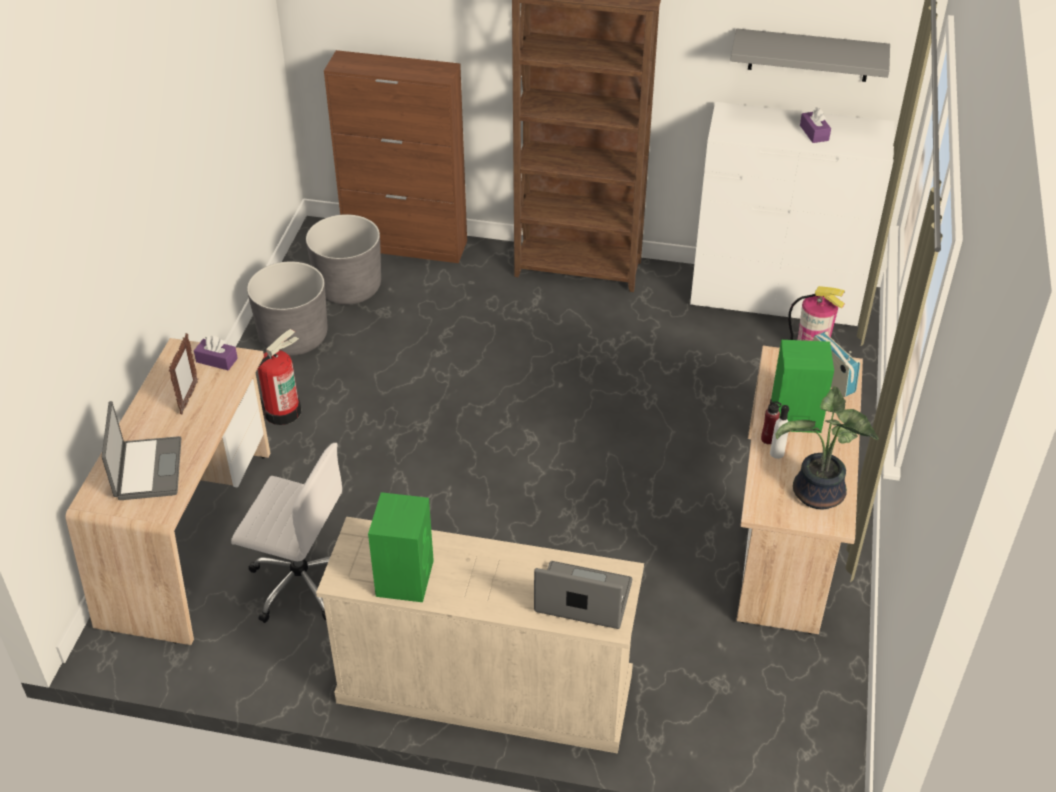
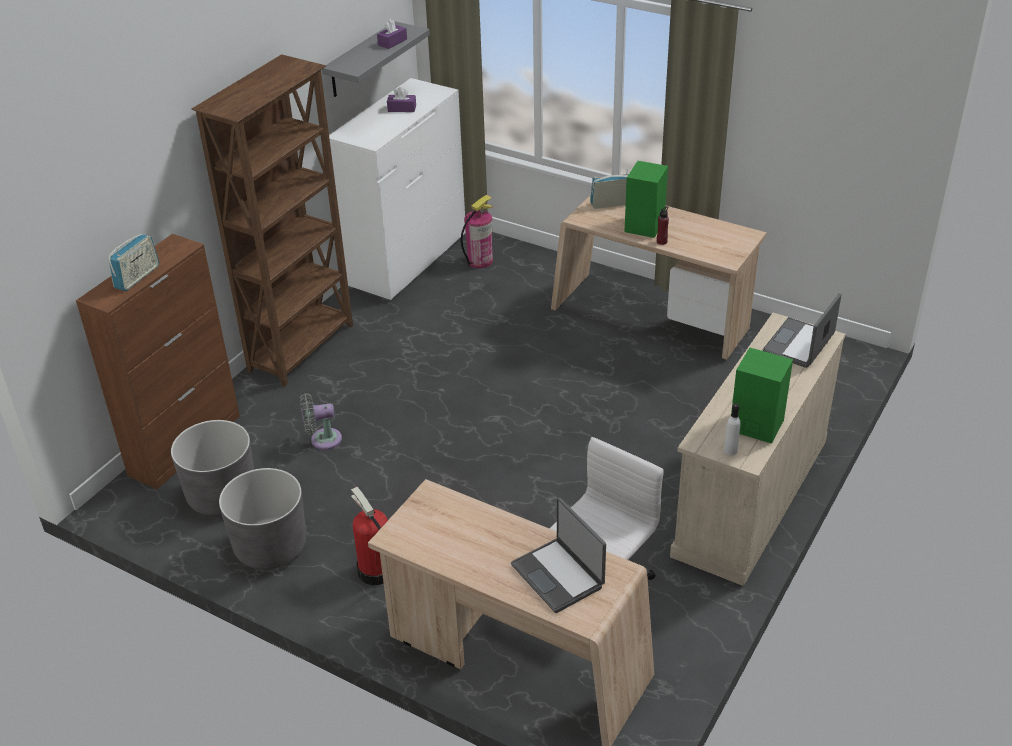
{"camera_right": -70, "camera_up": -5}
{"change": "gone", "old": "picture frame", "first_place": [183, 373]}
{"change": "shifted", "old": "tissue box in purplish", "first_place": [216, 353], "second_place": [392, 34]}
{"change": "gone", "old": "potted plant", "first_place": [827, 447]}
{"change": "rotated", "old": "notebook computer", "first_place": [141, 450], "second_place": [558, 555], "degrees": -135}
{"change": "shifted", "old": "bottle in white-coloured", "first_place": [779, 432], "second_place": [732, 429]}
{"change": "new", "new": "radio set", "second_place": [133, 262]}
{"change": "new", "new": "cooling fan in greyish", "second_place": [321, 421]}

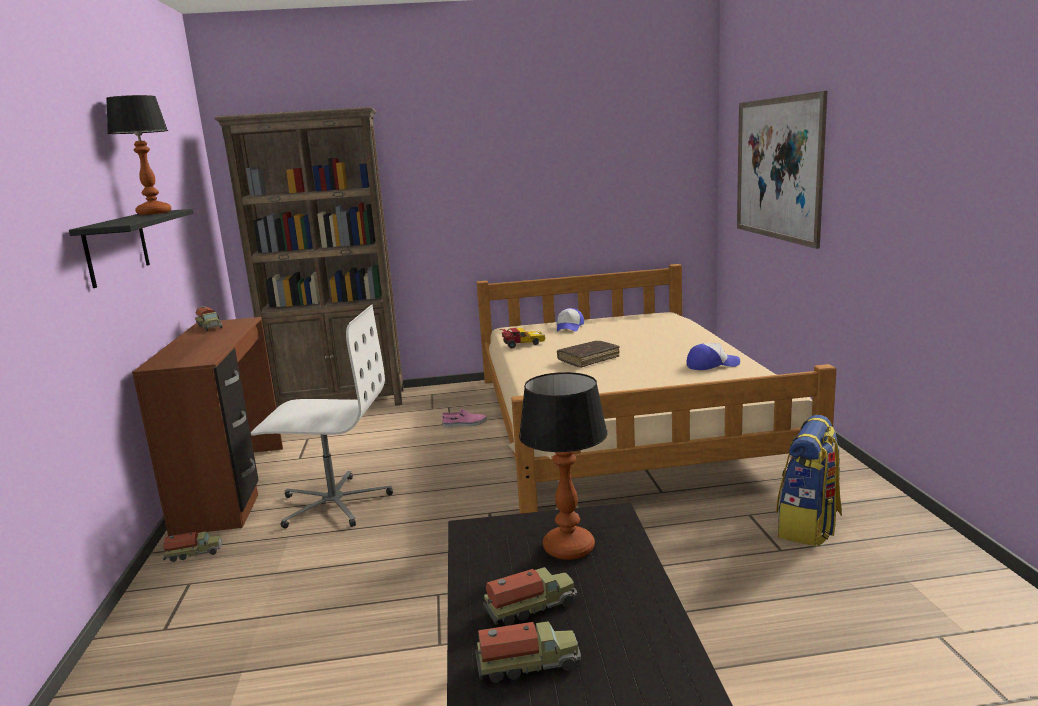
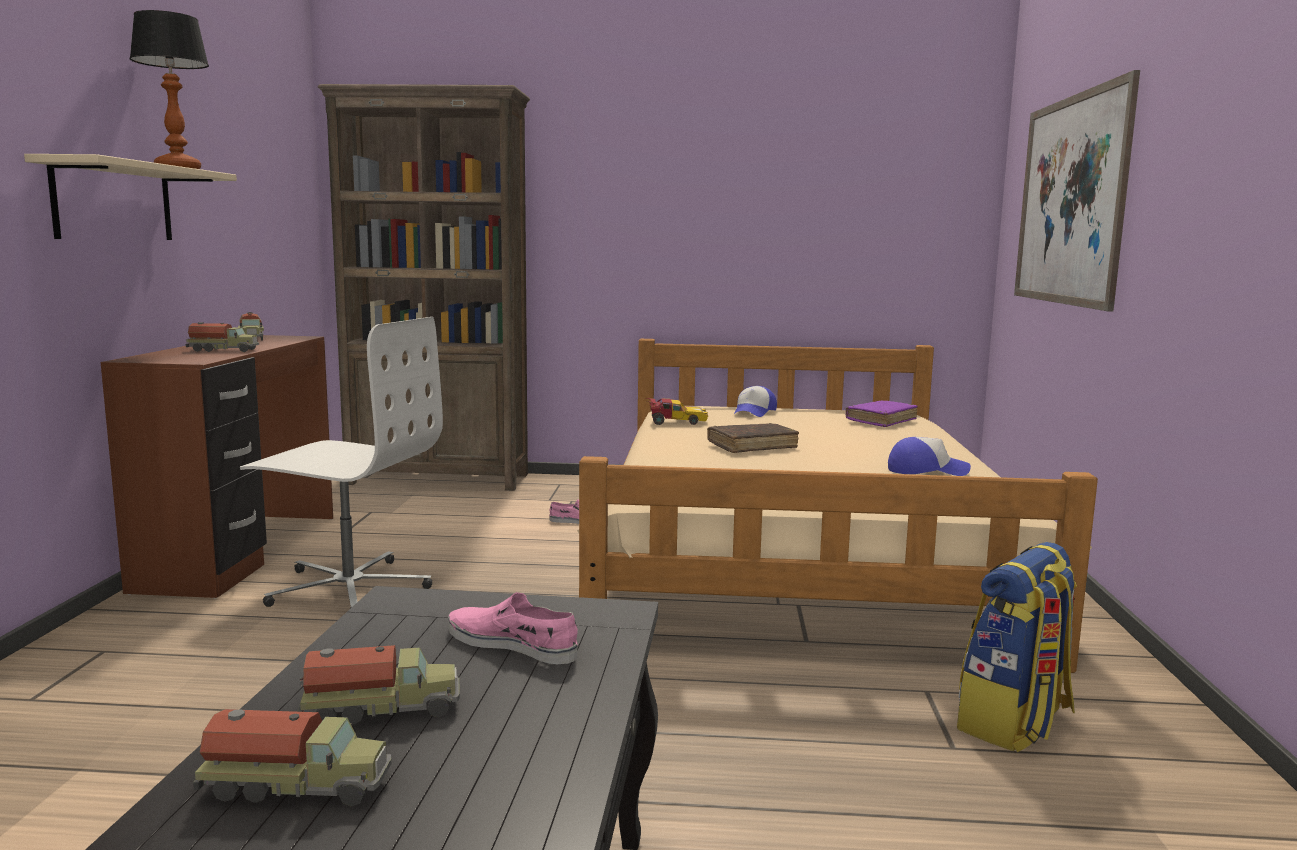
{"camera_right": 10, "camera_up": -5}
{"change": "repainted", "old": "shelf in black", "new": "shelf in sand-coloured", "first_place": [131, 248], "second_place": [130, 197]}
{"change": "swapped", "old": "table lamp", "new": "shoe in pink-coloured", "first_place": [563, 466], "second_place": [513, 628]}
{"change": "shifted", "old": "model truck", "first_place": [192, 546], "second_place": [222, 337]}
{"change": "new", "new": "bound book in purplish", "second_place": [882, 413]}

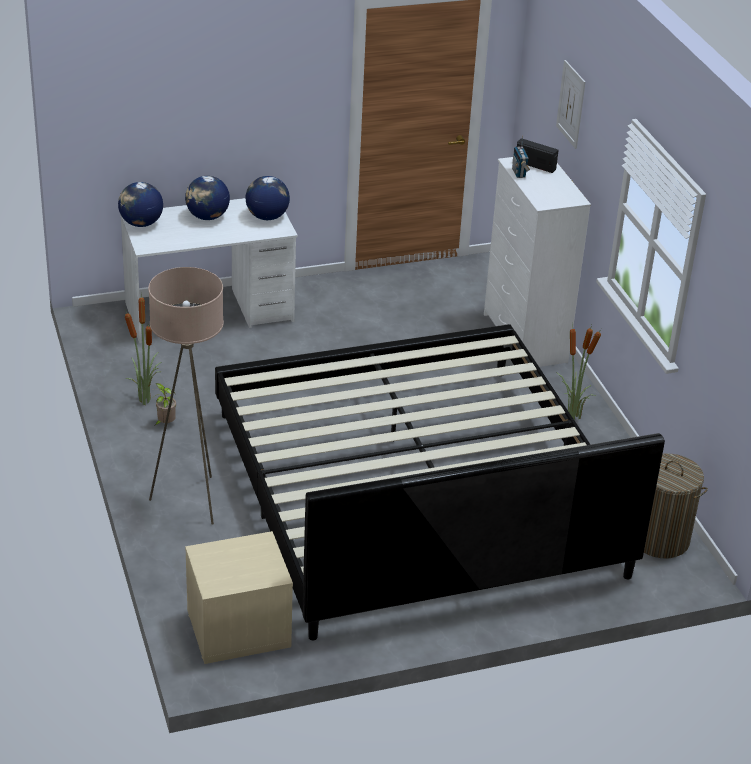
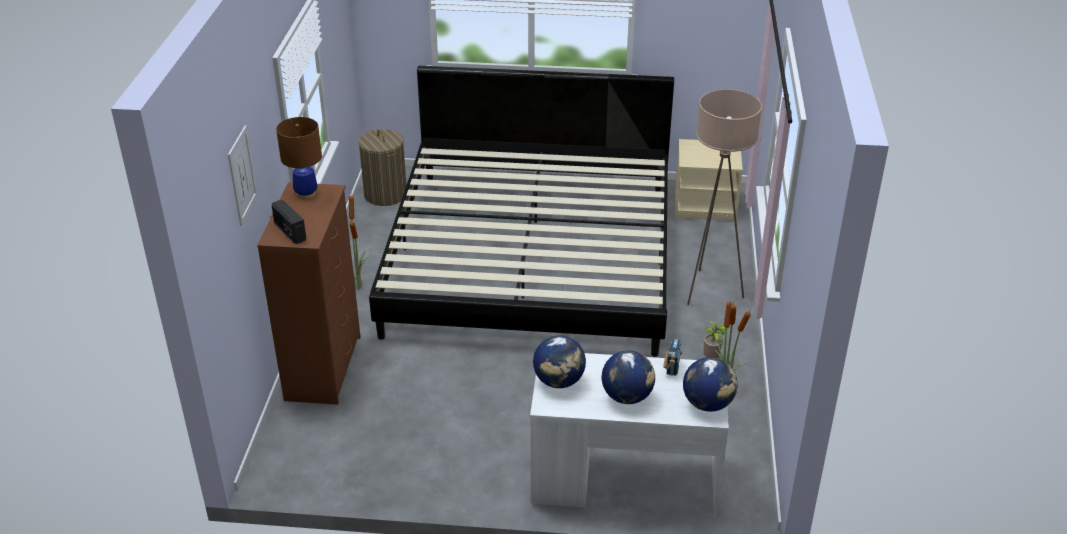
{"camera_right": -155, "camera_up": 0}
{"change": "shifted", "old": "radio set", "first_place": [521, 156], "second_place": [672, 357]}
{"change": "repainted", "old": "dresser in white-coloured", "new": "dresser in brown", "first_place": [537, 262], "second_place": [309, 293]}
{"change": "new", "new": "table lamp in brown", "second_place": [299, 158]}

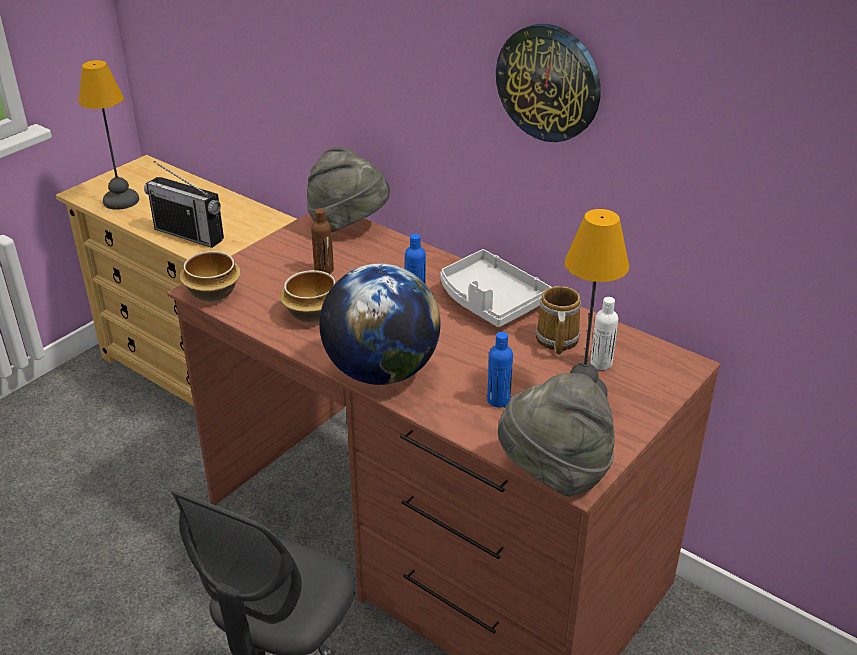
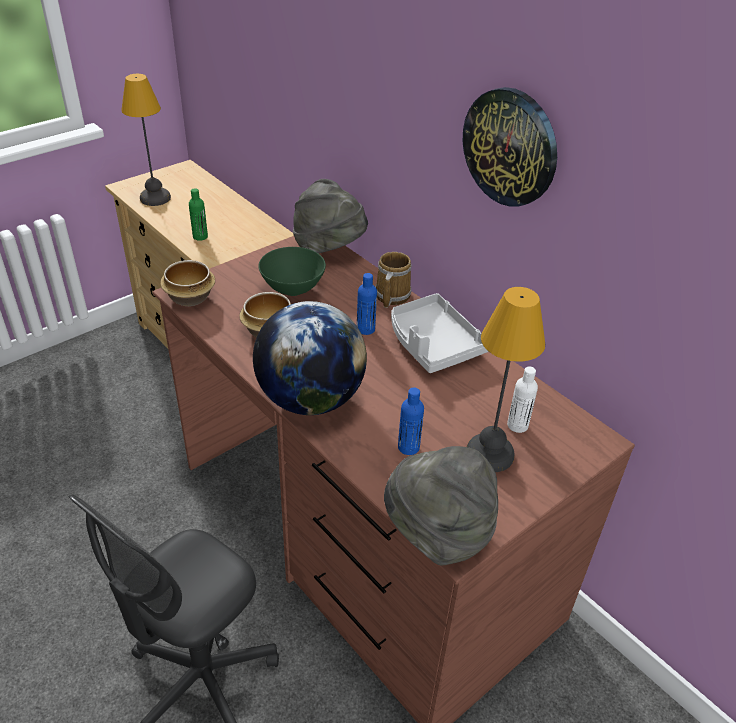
{"camera_right": 10, "camera_up": 5}
{"change": "swapped", "old": "radio set", "new": "bottle in green-coloured", "first_place": [184, 204], "second_place": [198, 214]}
{"change": "swapped", "old": "bottle in brown", "new": "deep dish in green-coloured", "first_place": [322, 241], "second_place": [292, 271]}
{"change": "shifted", "old": "tea mug", "first_place": [558, 320], "second_place": [393, 280]}

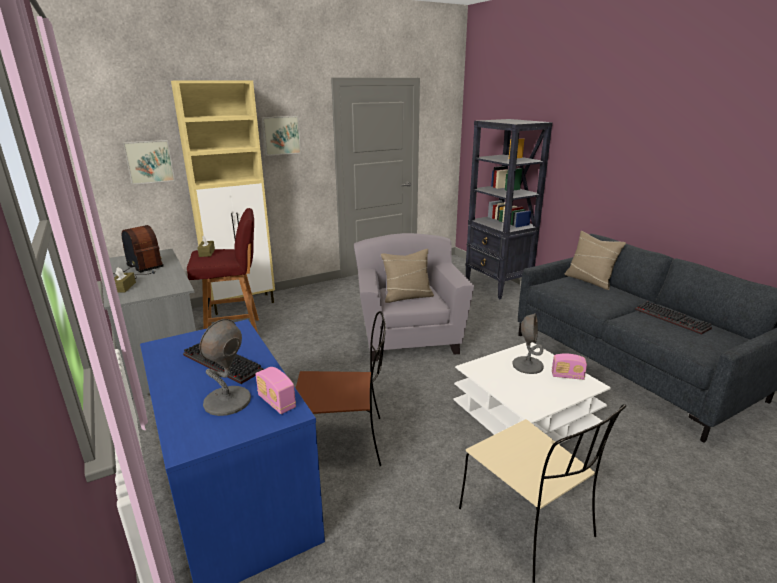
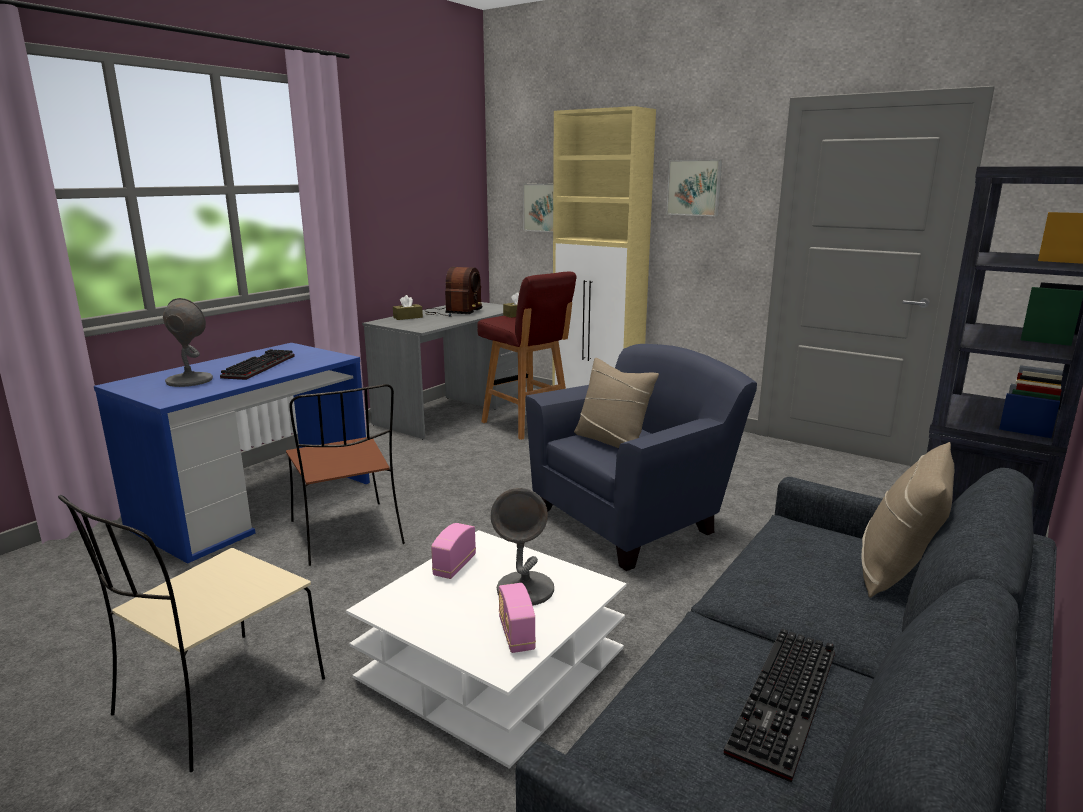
{"camera_right": 65, "camera_up": -5}
{"change": "repainted", "old": "armchair in greyish", "new": "armchair in blue-coloured", "first_place": [414, 297], "second_place": [641, 457]}
{"change": "shifted", "old": "radio set", "first_place": [276, 390], "second_place": [453, 551]}

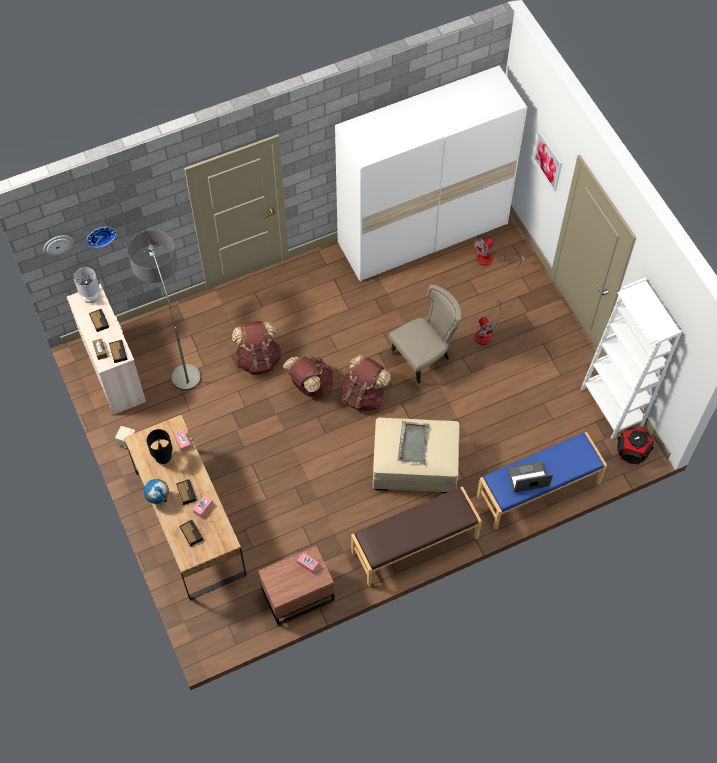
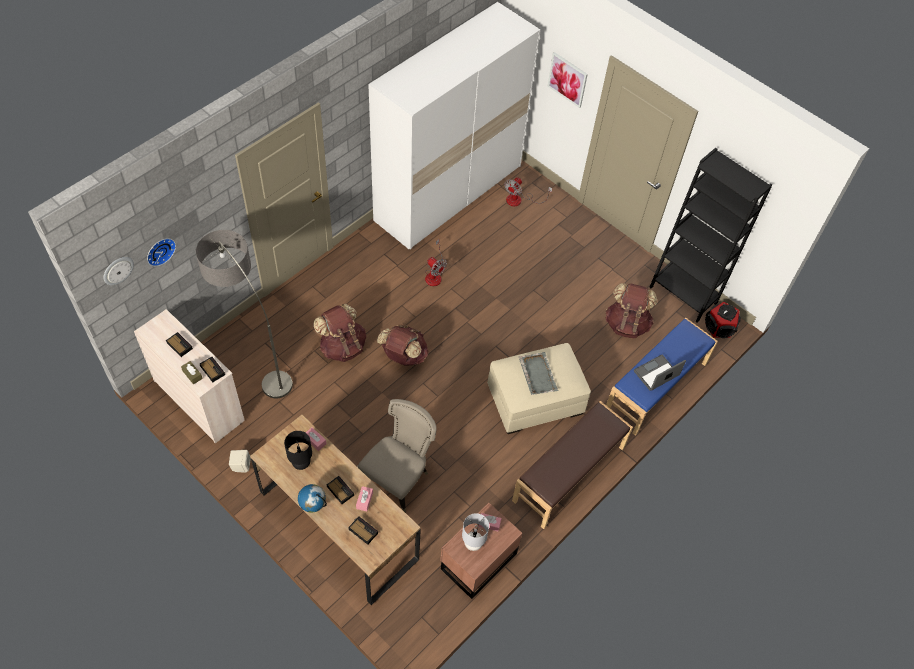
{"camera_right": -25, "camera_up": -5}
{"change": "shifted", "old": "table lamp in greyish", "first_place": [86, 285], "second_place": [475, 532]}
{"change": "repainted", "old": "shelving unit in white-coloured", "new": "shelving unit in black", "first_place": [631, 358], "second_place": [710, 235]}
{"change": "shifted", "old": "plain chair in sand-coloured", "first_place": [424, 336], "second_place": [397, 455]}
{"change": "shifted", "old": "cooling fan", "first_place": [488, 322], "second_place": [436, 262]}
{"change": "shifted", "old": "knapsack in brown", "first_place": [365, 383], "second_place": [631, 310]}

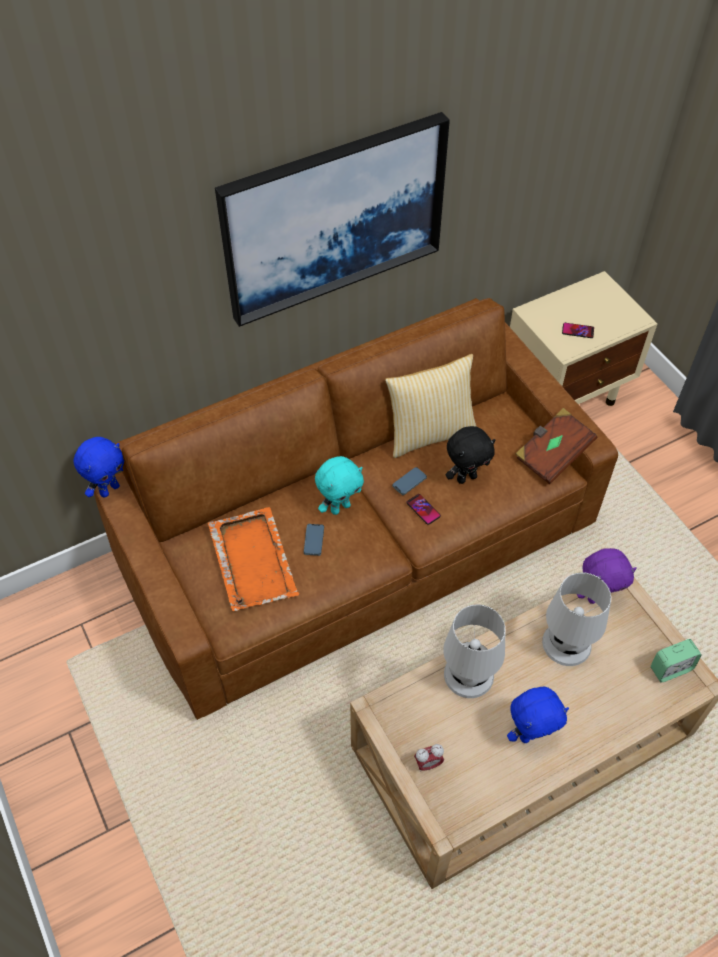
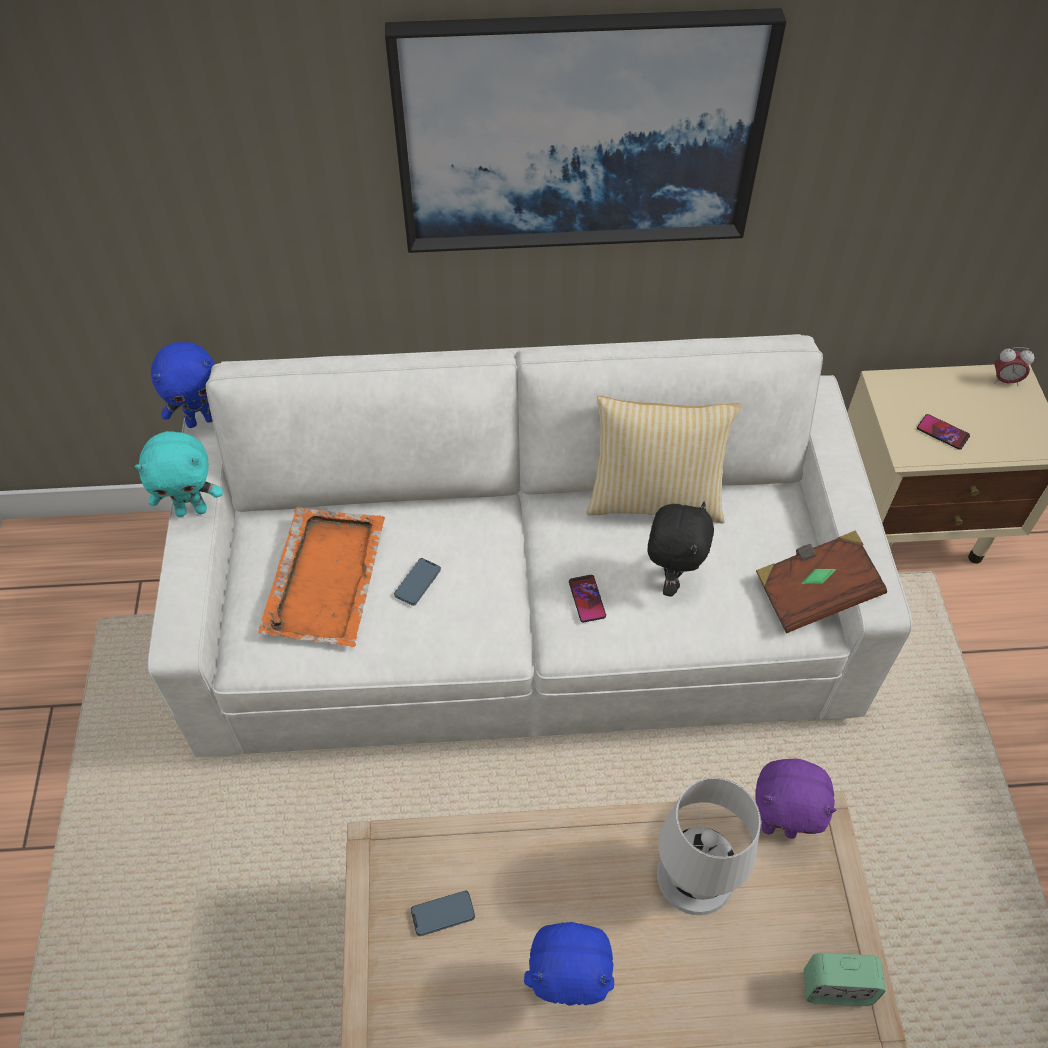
{"camera_right": 25, "camera_up": 0}
{"change": "repainted", "old": "couch in brown", "new": "couch in white-coloured", "first_place": [356, 509], "second_place": [530, 545]}
{"change": "rotated", "old": "soft toy in black", "first_place": [471, 455], "second_place": [680, 549], "degrees": -75}
{"change": "shifted", "old": "soft toy in blue-green", "first_place": [339, 485], "second_place": [179, 474]}
{"change": "shifted", "old": "telephone", "first_place": [409, 481], "second_place": [443, 913]}
{"change": "gone", "old": "table lamp in white-coloured", "first_place": [474, 651]}
{"change": "shifted", "old": "table clock", "first_place": [429, 758], "second_place": [1014, 366]}

